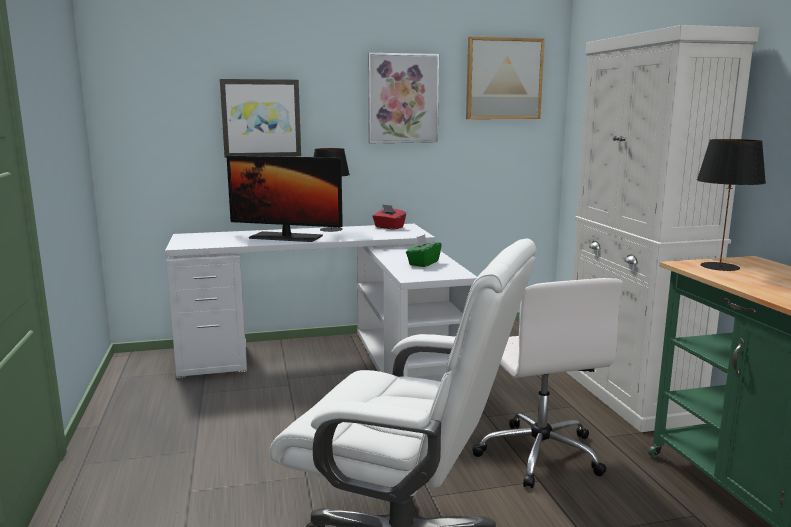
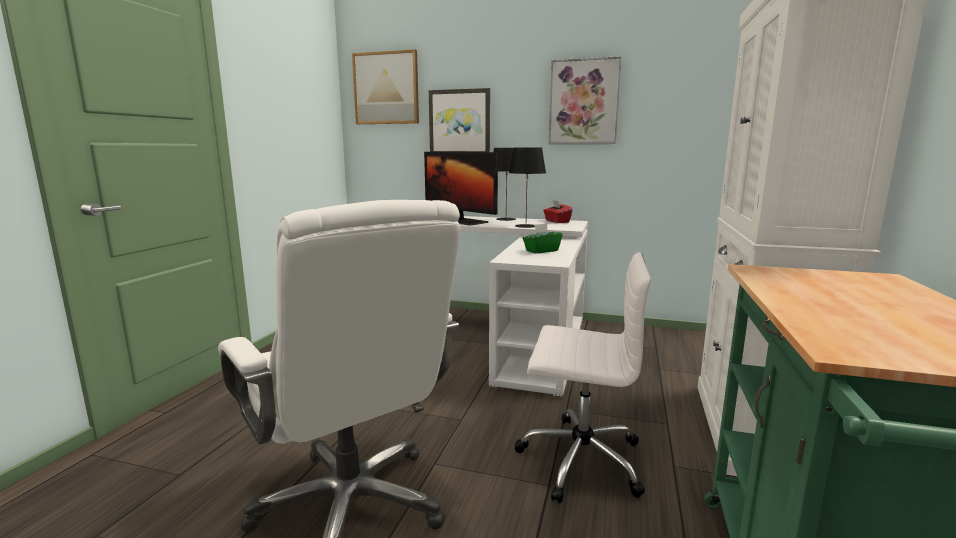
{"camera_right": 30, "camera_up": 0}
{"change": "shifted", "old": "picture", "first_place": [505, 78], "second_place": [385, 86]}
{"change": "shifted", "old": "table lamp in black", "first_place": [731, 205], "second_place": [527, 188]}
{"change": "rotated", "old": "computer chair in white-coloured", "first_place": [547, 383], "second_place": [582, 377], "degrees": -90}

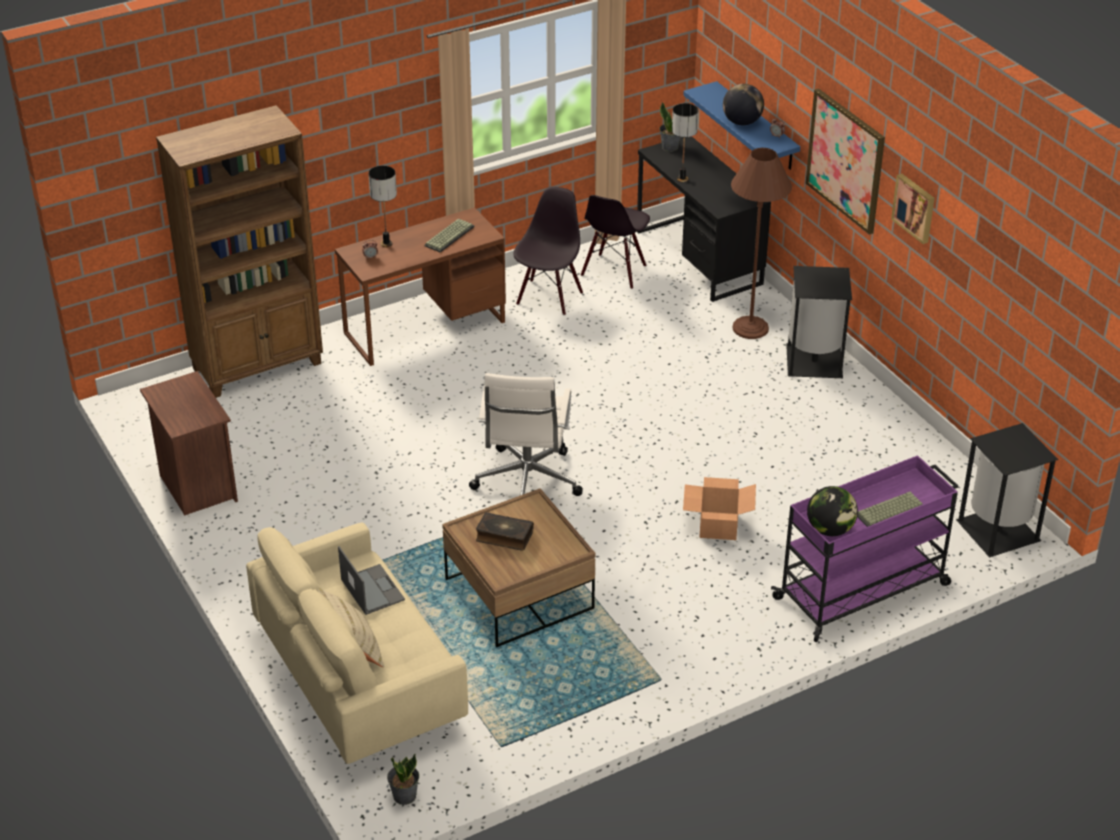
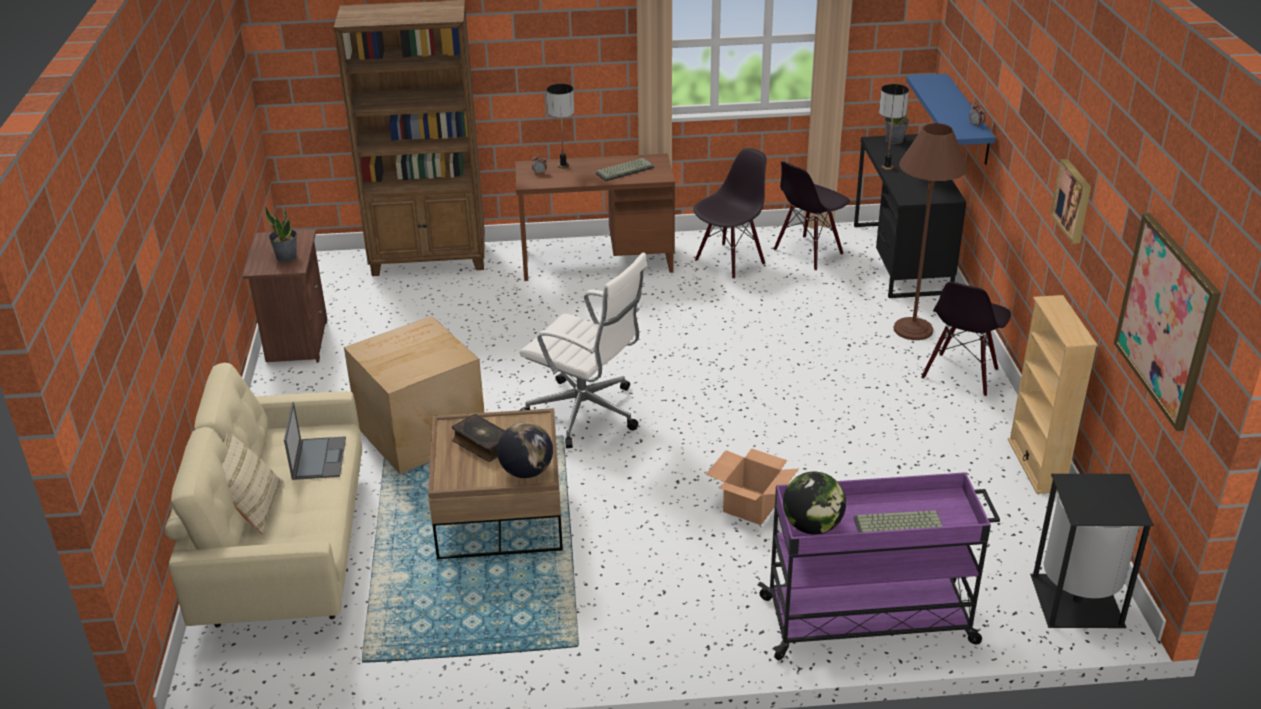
{"camera_right": 25, "camera_up": -5}
{"change": "shifted", "old": "globe", "first_place": [743, 104], "second_place": [525, 450]}
{"change": "shifted", "old": "picture", "first_place": [845, 161], "second_place": [1167, 322]}
{"change": "swapped", "old": "trash can in black", "new": "plain chair in black", "first_place": [819, 322], "second_place": [966, 339]}
{"change": "rotated", "old": "computer chair in white-coloured", "first_place": [526, 434], "second_place": [583, 350], "degrees": -90}
{"change": "shifted", "old": "potted plant", "first_place": [403, 779], "second_place": [281, 234]}
{"change": "new", "new": "shelving unit in sand-coloured", "second_place": [1052, 394]}
{"change": "new", "new": "carton", "second_place": [414, 395]}

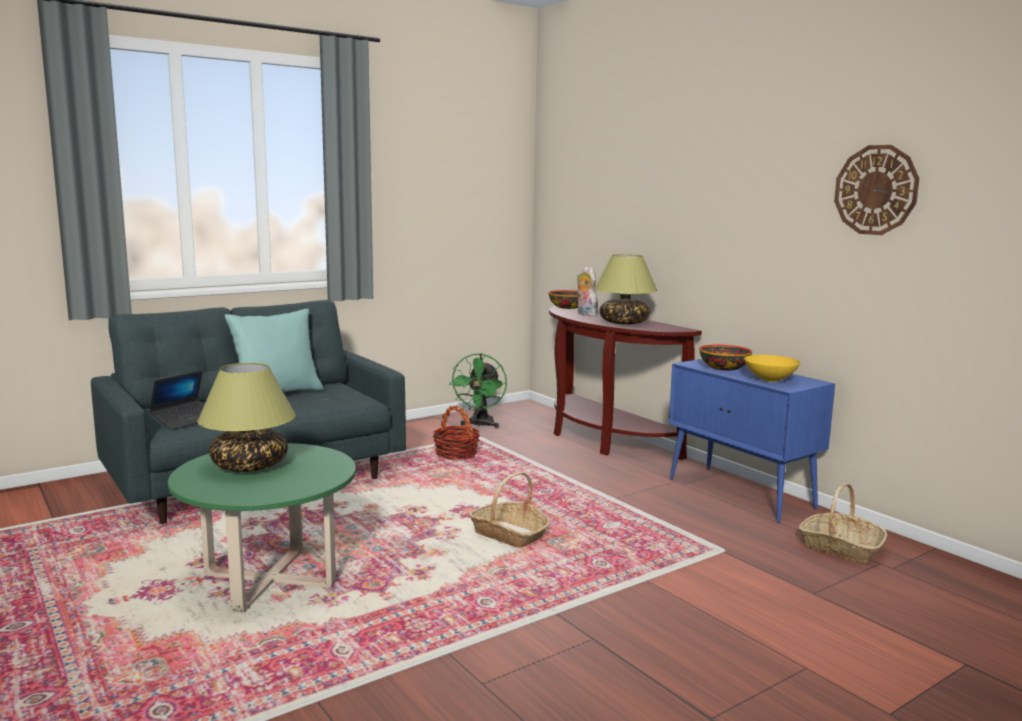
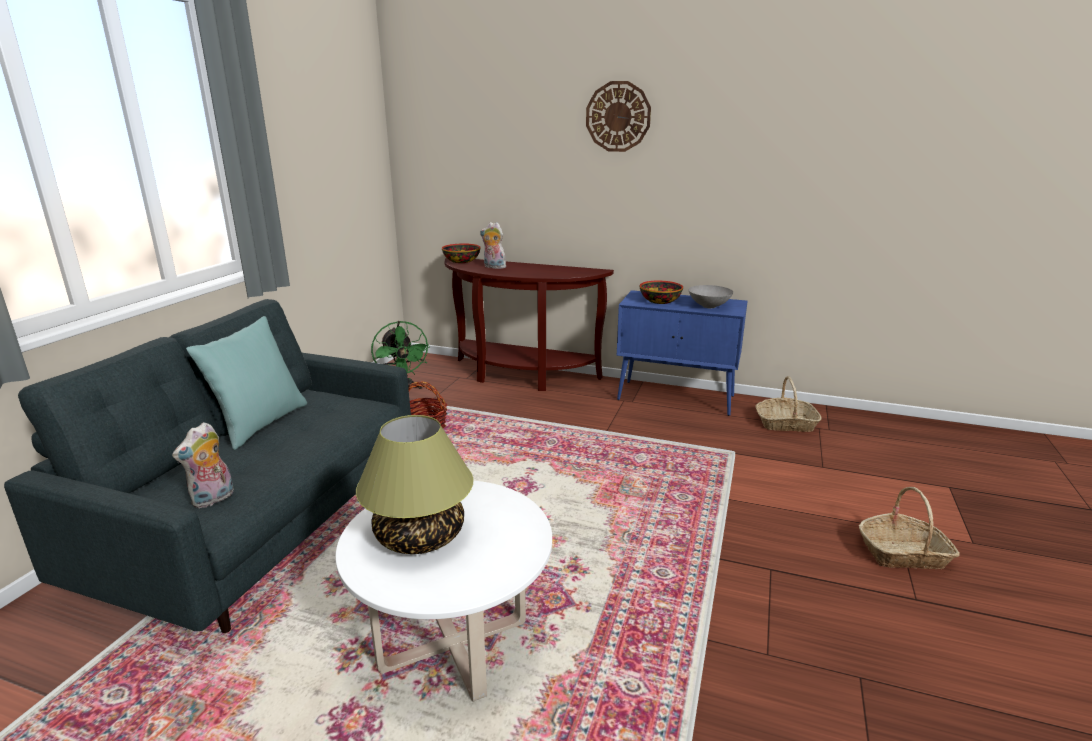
{"camera_right": -35, "camera_up": 10}
{"change": "shifted", "old": "wall clock", "first_place": [877, 190], "second_place": [618, 116]}
{"change": "gone", "old": "table lamp", "first_place": [625, 289]}
{"change": "repainted", "old": "deep dish in yellowish", "new": "deep dish in greyish", "first_place": [772, 368], "second_place": [710, 296]}
{"change": "swapped", "old": "notebook computer", "new": "soft toy", "first_place": [176, 400], "second_place": [203, 465]}
{"change": "repainted", "old": "lounge table in green-coloured", "new": "lounge table in white-coloured", "first_place": [262, 527], "second_place": [443, 591]}
{"change": "shifted", "old": "basket", "first_place": [509, 510], "second_place": [909, 528]}

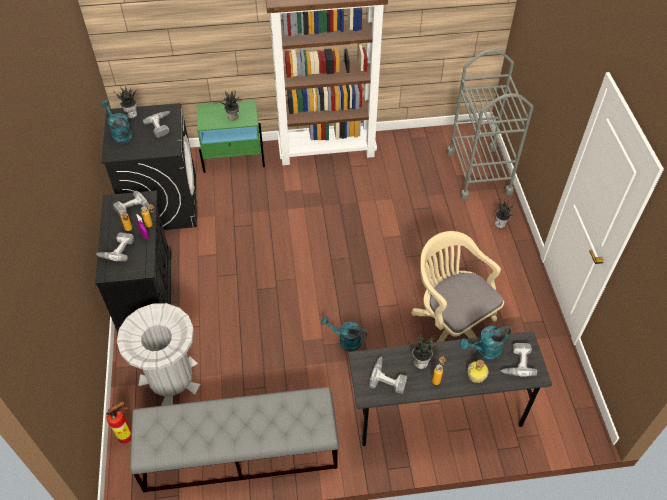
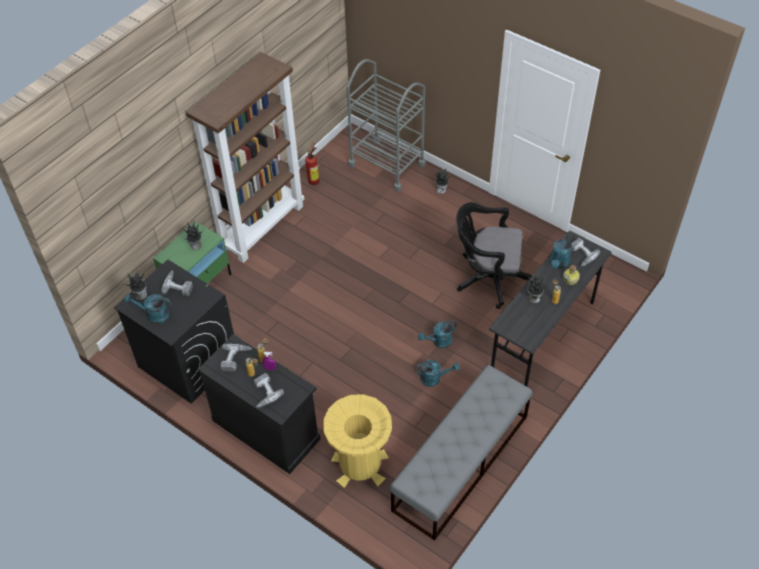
{"camera_right": -45, "camera_up": 0}
{"change": "repainted", "old": "computer chair in sand-coloured", "new": "computer chair in black", "first_place": [457, 286], "second_place": [494, 255]}
{"change": "repainted", "old": "trash can in greyish", "new": "trash can in yellowish", "first_place": [159, 354], "second_place": [357, 441]}
{"change": "gone", "old": "electric drill", "first_place": [388, 375]}
{"change": "shifted", "old": "fire-fighting cylinder", "first_place": [119, 422], "second_place": [312, 164]}
{"change": "new", "new": "watering pot in blue-green", "second_place": [437, 373]}

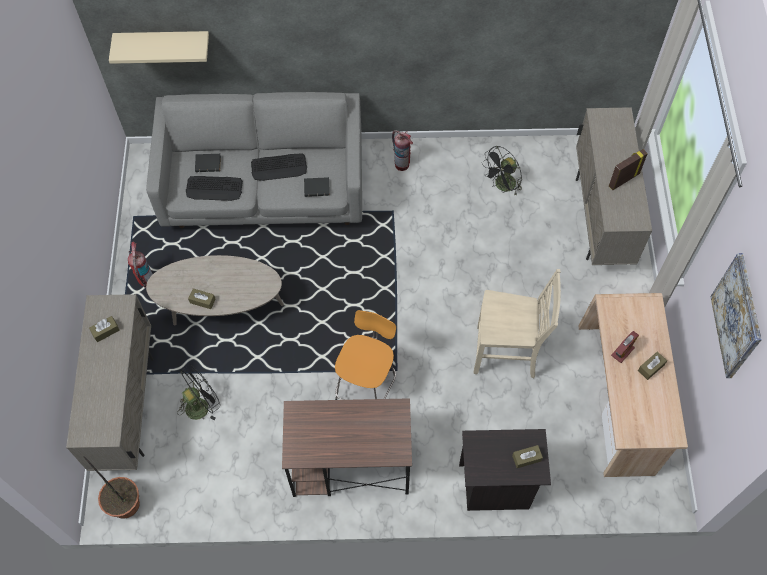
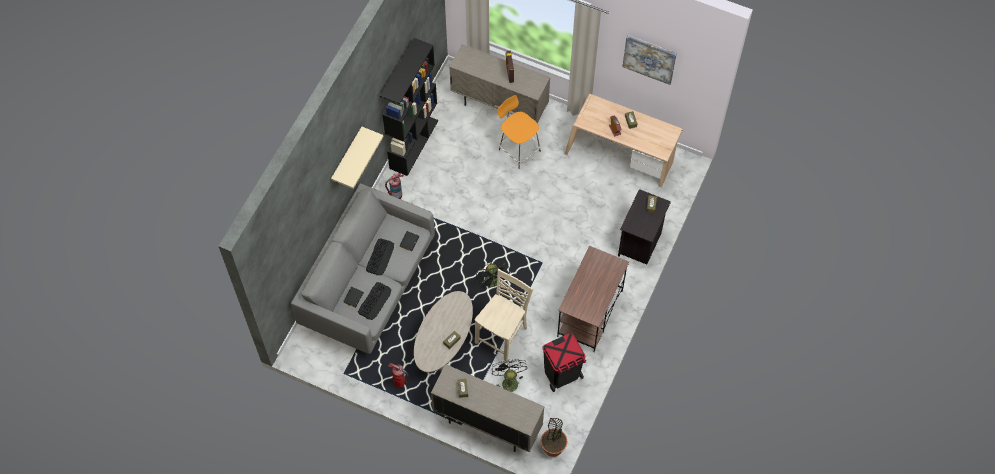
{"camera_right": -65, "camera_up": 0}
{"change": "shifted", "old": "shelf in sand-coloured", "first_place": [159, 47], "second_place": [357, 158]}
{"change": "shifted", "old": "cooling fan in black", "first_place": [502, 170], "second_place": [493, 275]}
{"change": "shifted", "old": "plain chair in sand-coloured", "first_place": [517, 323], "second_place": [504, 315]}
{"change": "shifted", "old": "sitting stool in orangey", "first_place": [365, 355], "second_place": [519, 132]}
{"change": "new", "new": "shelving unit in black", "second_place": [409, 107]}
{"change": "new", "new": "trash can in black", "second_place": [564, 362]}

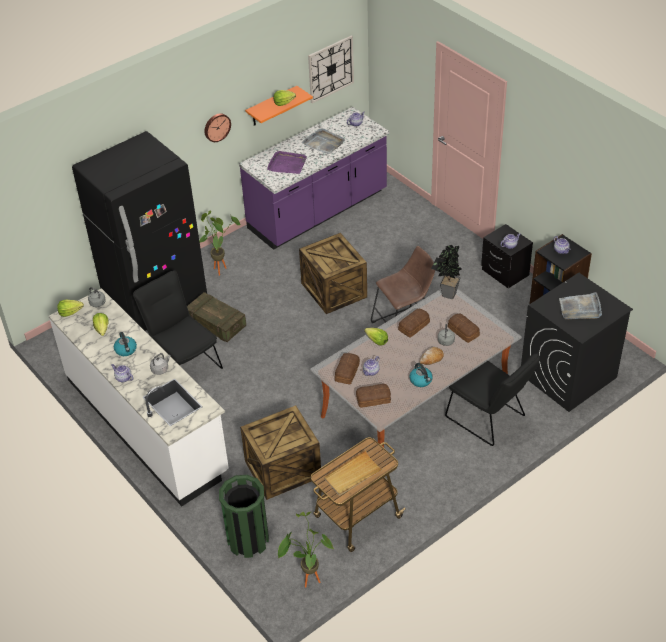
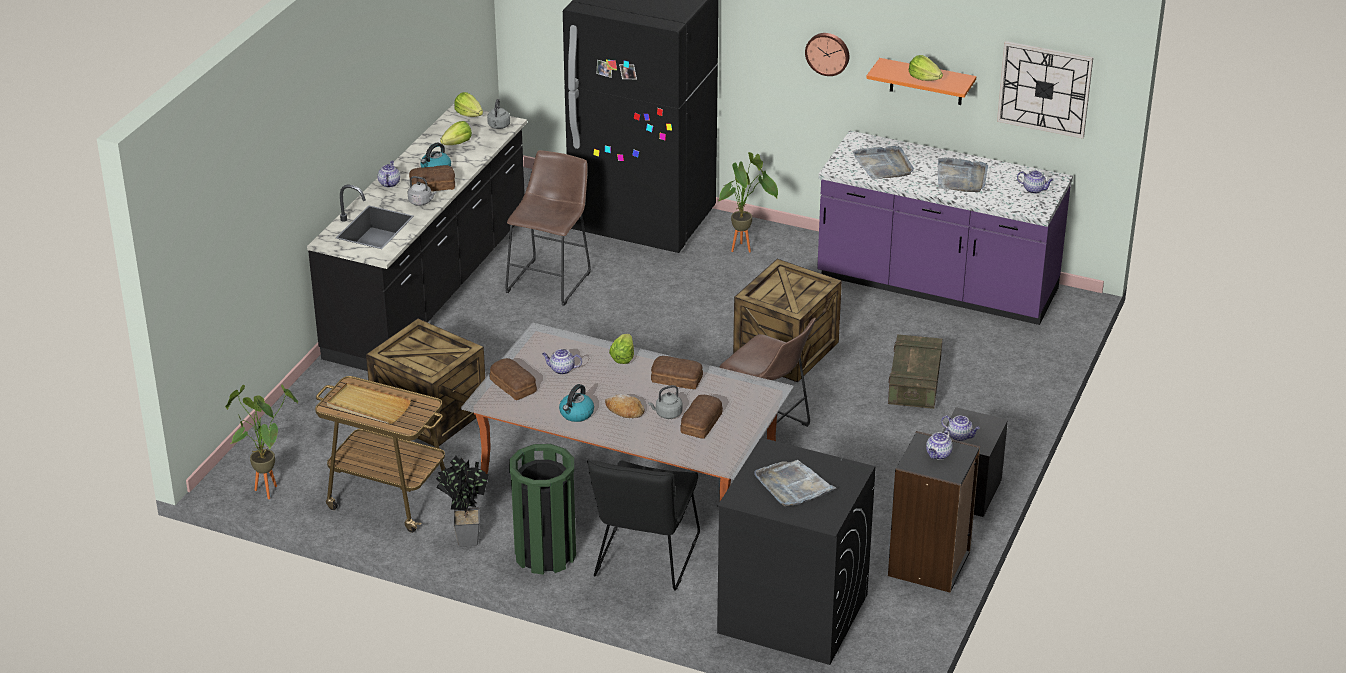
{"camera_right": 60, "camera_up": -10}
{"change": "repainted", "old": "tray in purplish", "new": "tray in greyish", "first_place": [287, 162], "second_place": [883, 162]}
{"change": "shifted", "old": "potted plant", "first_place": [446, 272], "second_place": [462, 501]}
{"change": "swapped", "old": "plain chair in black", "new": "sitting stool in brown", "first_place": [178, 320], "second_place": [548, 228]}
{"change": "repainted", "old": "kitchen base unit in white-coloured", "new": "kitchen base unit in black", "first_place": [139, 397], "second_place": [417, 237]}
{"change": "shifted", "old": "shipping crate", "first_place": [216, 317], "second_place": [915, 371]}
{"change": "shifted", "old": "baked bread", "first_place": [347, 368], "second_place": [432, 178]}
{"change": "shifted", "old": "trash can in green-coloured", "first_place": [244, 516], "second_place": [542, 509]}

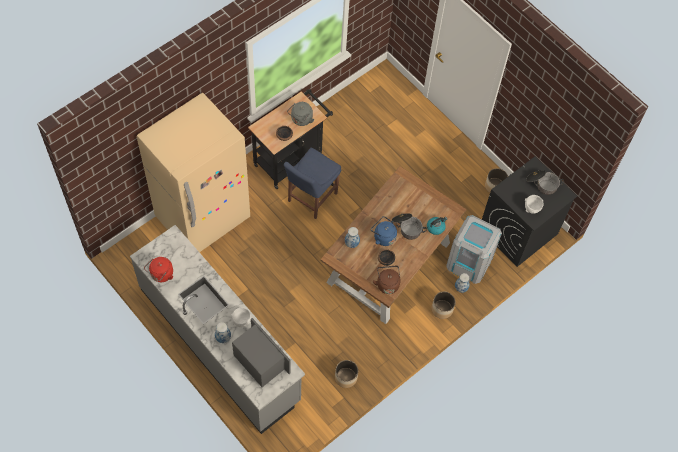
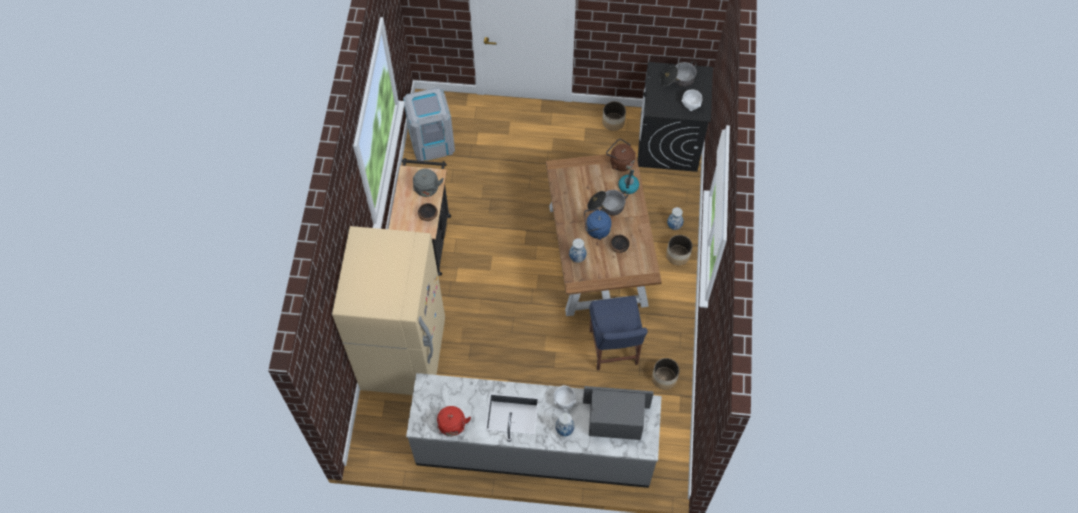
{"camera_right": -40, "camera_up": 0}
{"change": "shifted", "old": "plain chair in blue-coloured", "first_place": [312, 183], "second_place": [618, 333]}
{"change": "shifted", "old": "trash can in greyish", "first_place": [474, 249], "second_place": [429, 124]}
{"change": "shifted", "old": "water kettle in brown", "first_place": [387, 280], "second_place": [620, 154]}

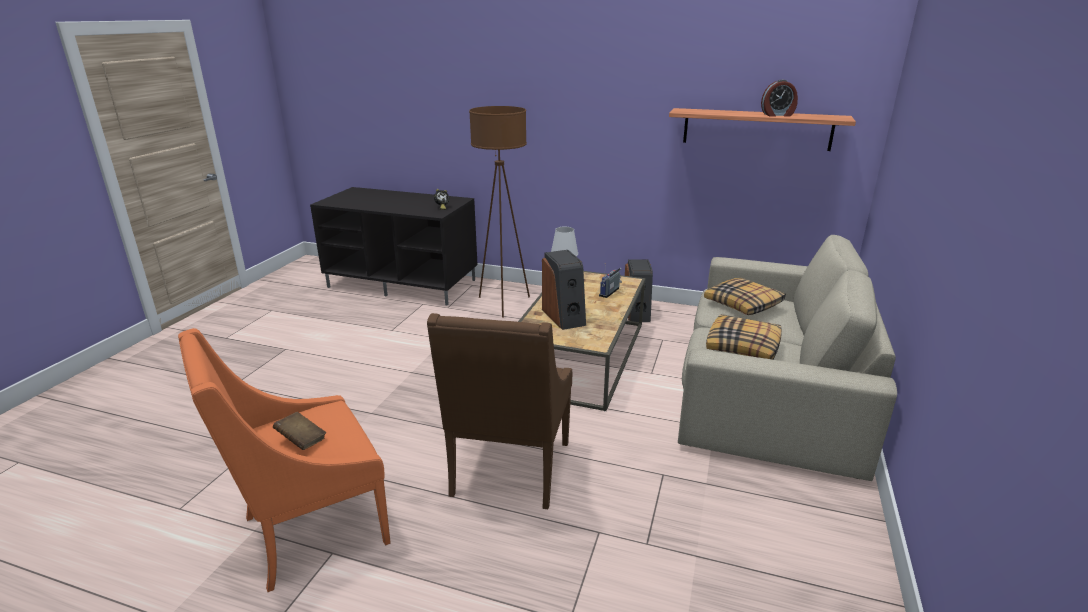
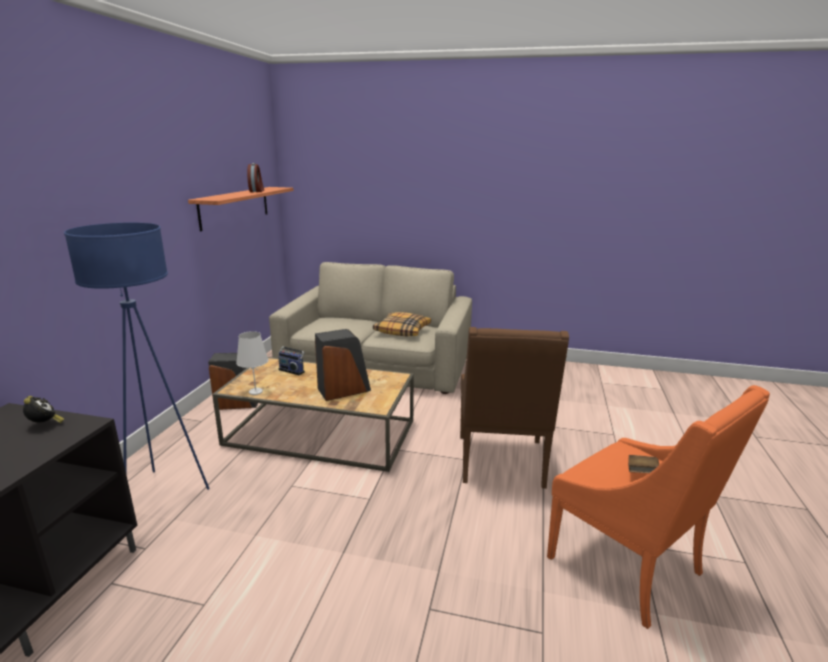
{"camera_right": -95, "camera_up": -5}
{"change": "repainted", "old": "floor lamp in brown", "new": "floor lamp in blue-coloured", "first_place": [499, 212], "second_place": [137, 356]}
{"change": "gone", "old": "cushion", "first_place": [745, 296]}
{"change": "rotated", "old": "armchair in brown", "first_place": [499, 411], "second_place": [514, 408], "degrees": 90}

